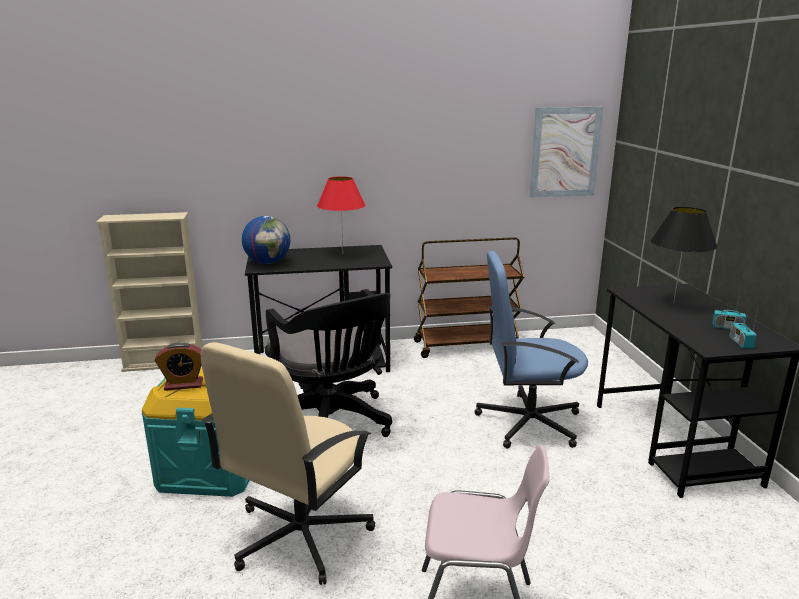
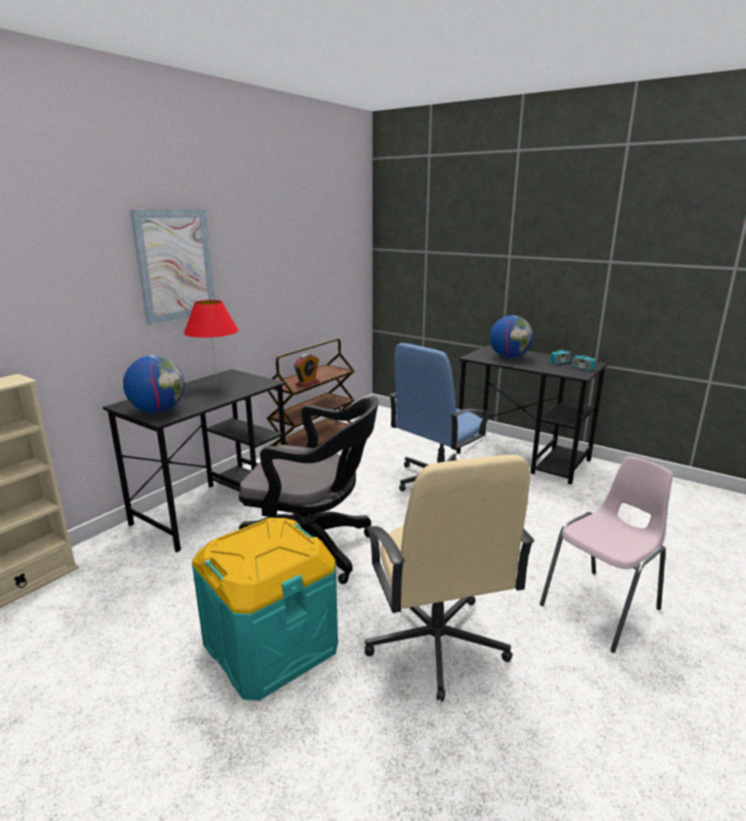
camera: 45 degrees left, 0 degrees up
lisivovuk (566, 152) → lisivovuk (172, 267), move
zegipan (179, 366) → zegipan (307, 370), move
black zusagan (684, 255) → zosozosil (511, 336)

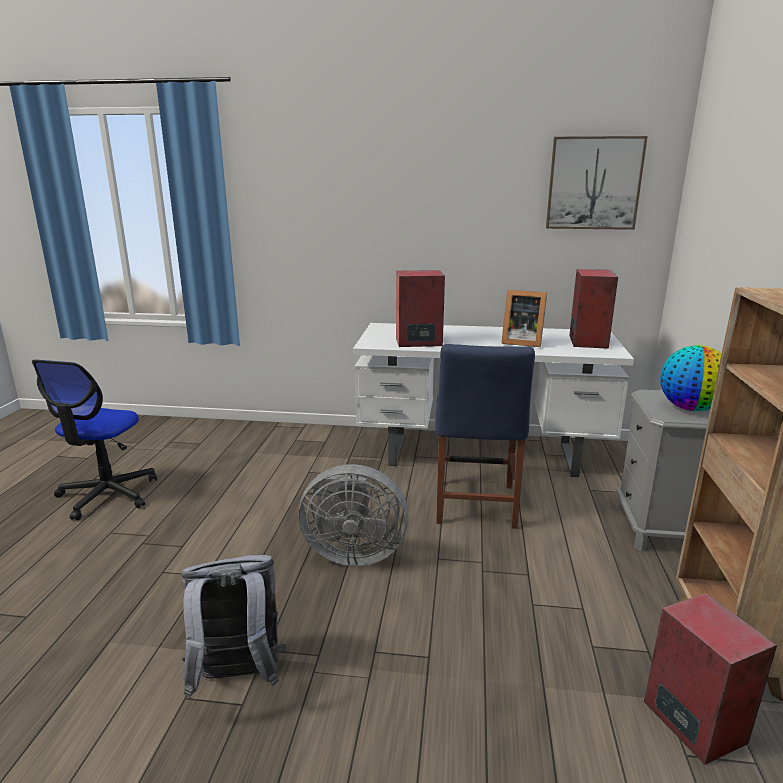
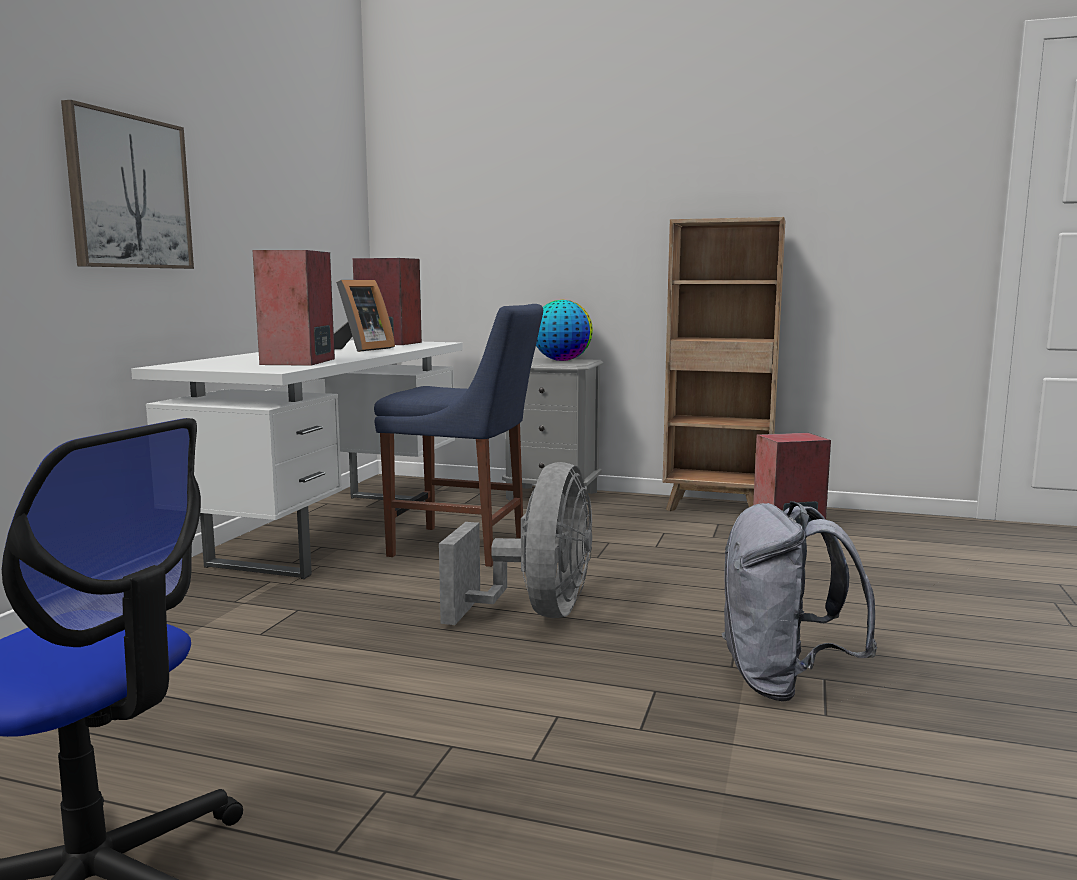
camera: 80 degrees left, 10 degrees down
lisivovuk (597, 183) → lisivovuk (127, 184), move

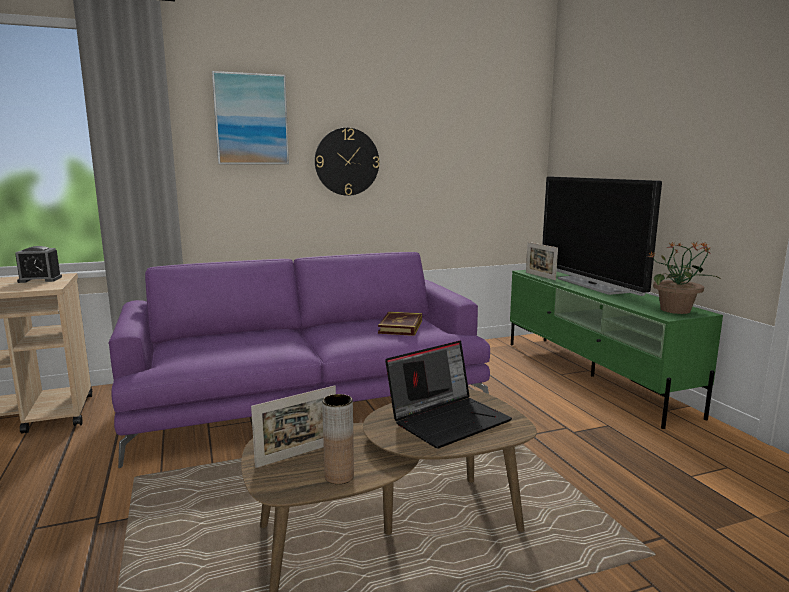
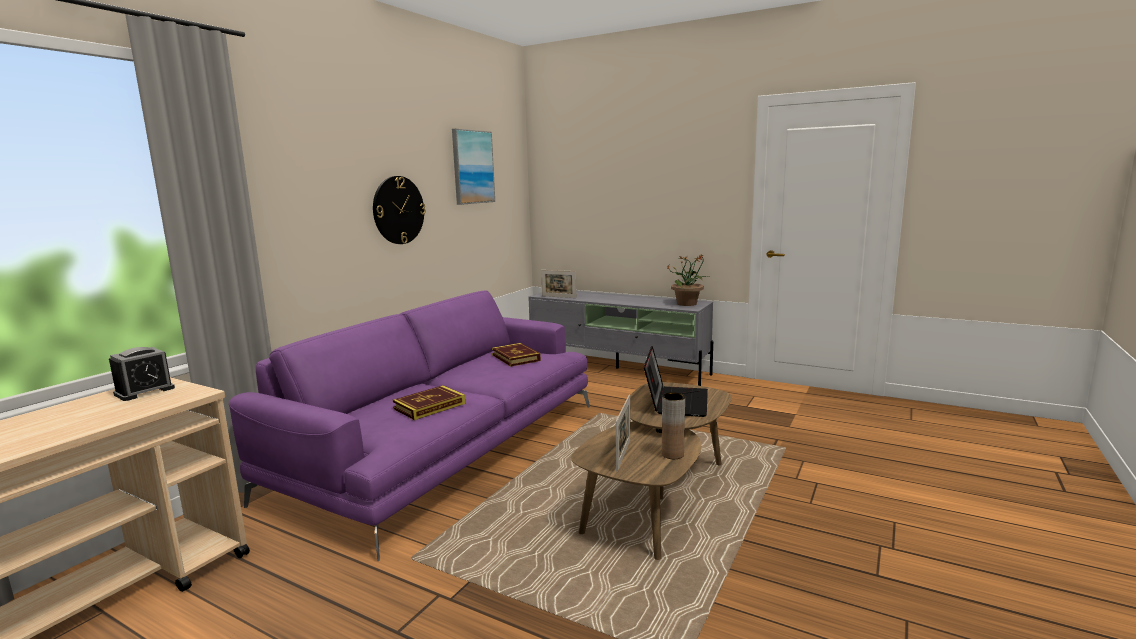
camera: 40 degrees left, 0 degrees up
- → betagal (429, 402)
lisivovuk (250, 117) → lisivovuk (473, 167), move
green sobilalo (616, 349) → grey sobilalo (620, 338)
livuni (602, 236) → -

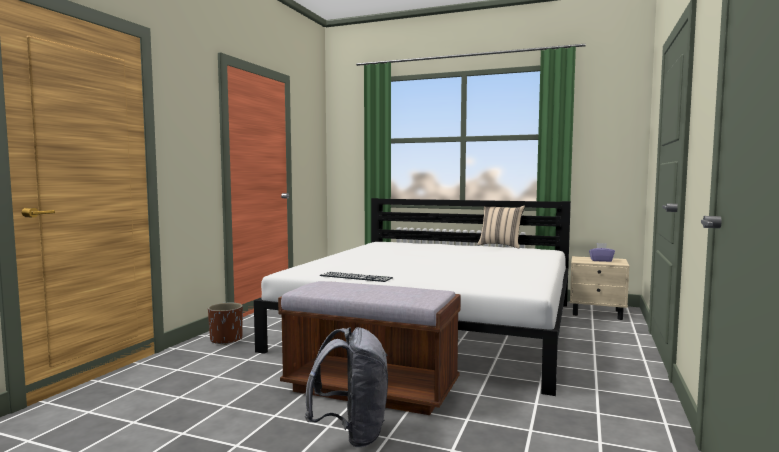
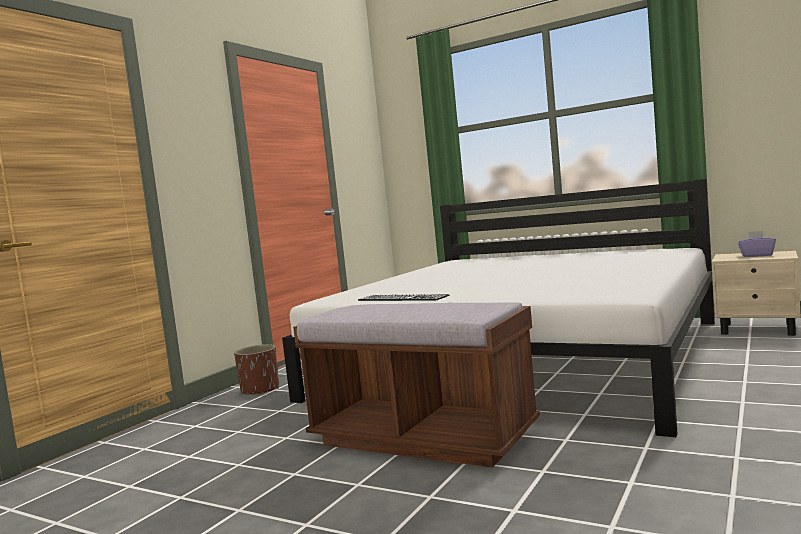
camera: 10 degrees right, 0 degrees up
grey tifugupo (346, 387) → -
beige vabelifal (501, 227) → -

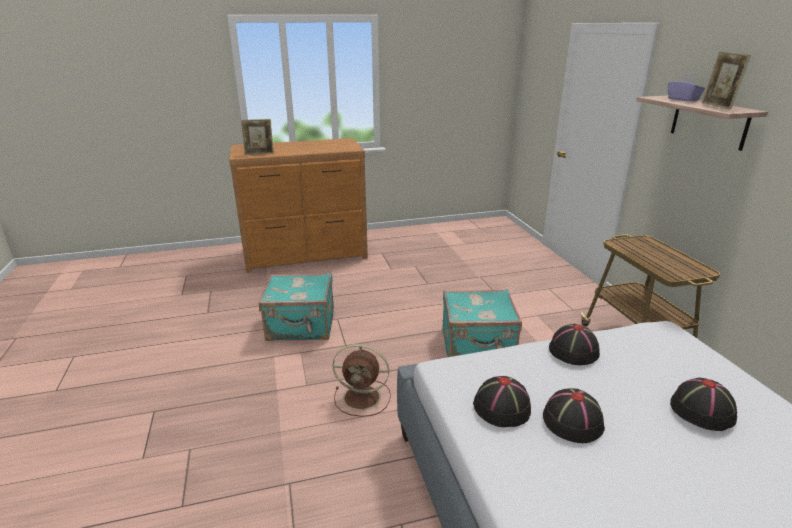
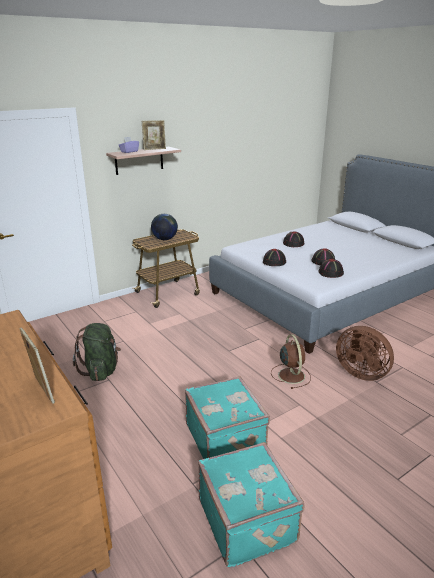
camera: 110 degrees left, 0 degrees up
- → green tifugupo (97, 352)
- → zosozosil (164, 227)
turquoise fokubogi (482, 323) → turquoise fokubogi (251, 505), move
- → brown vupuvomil (365, 353)

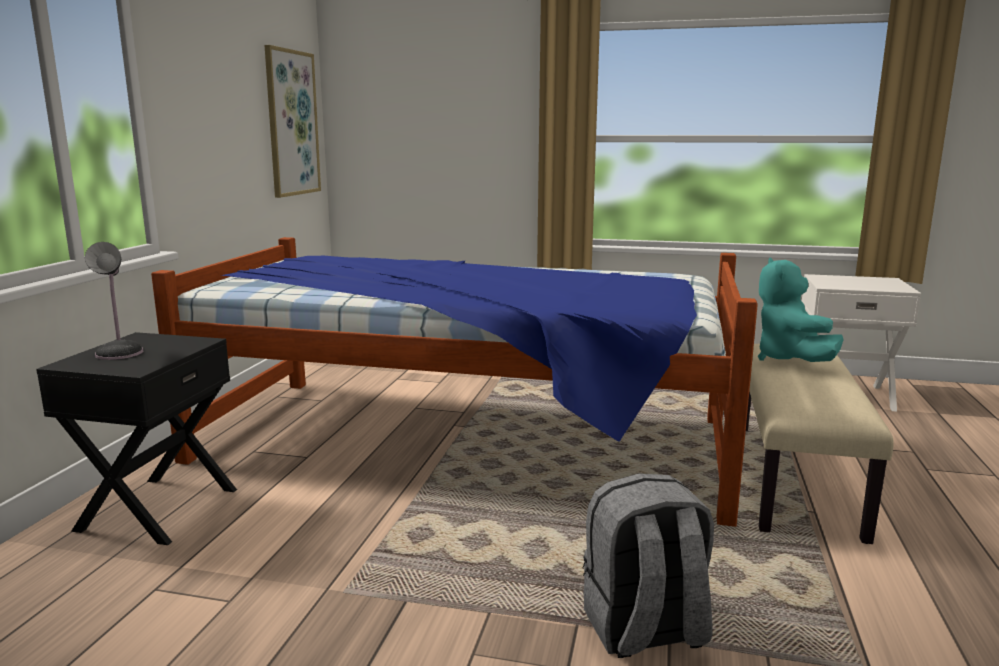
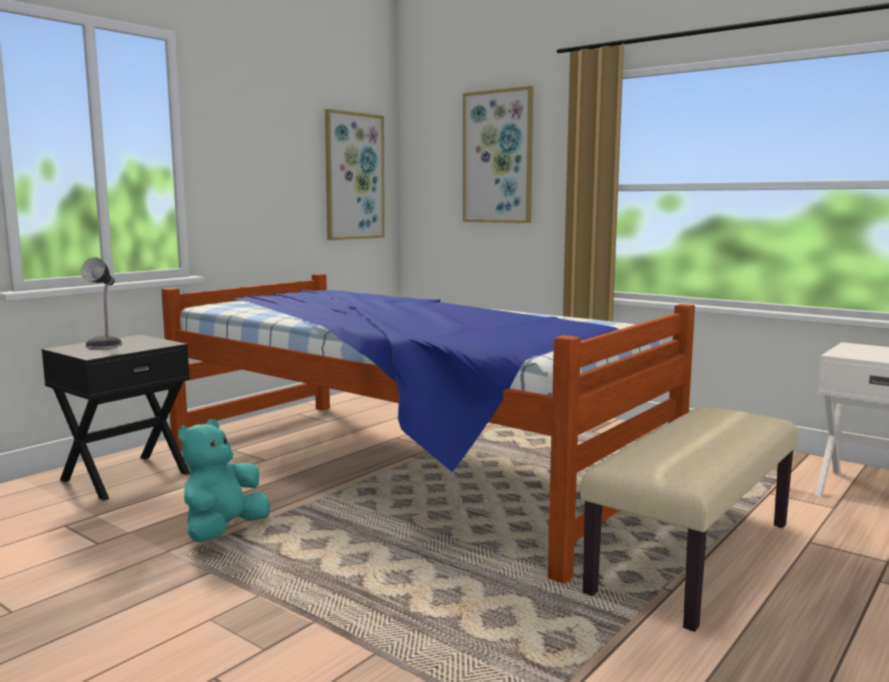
camera: 25 degrees right, 5 degrees down
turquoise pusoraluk (801, 309) → turquoise pusoraluk (224, 480), move
- → lisivovuk (498, 154)
grey tifugupo (648, 565) → -

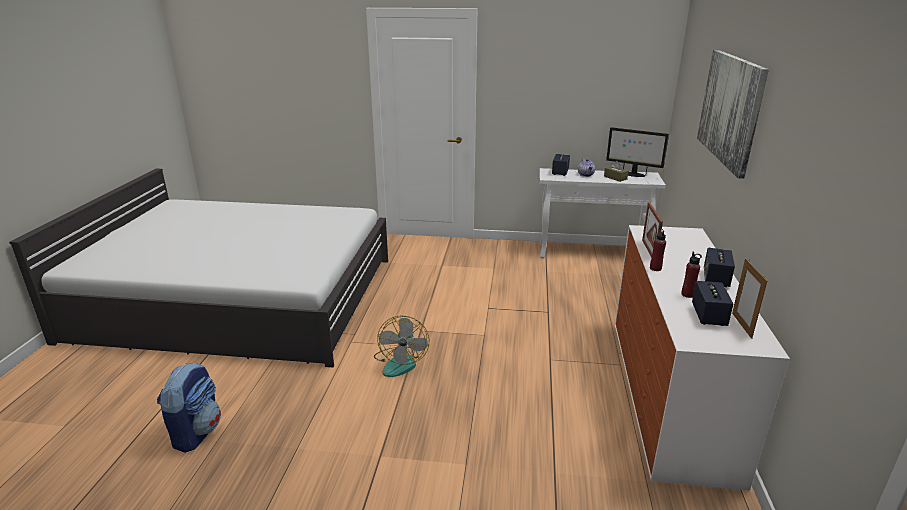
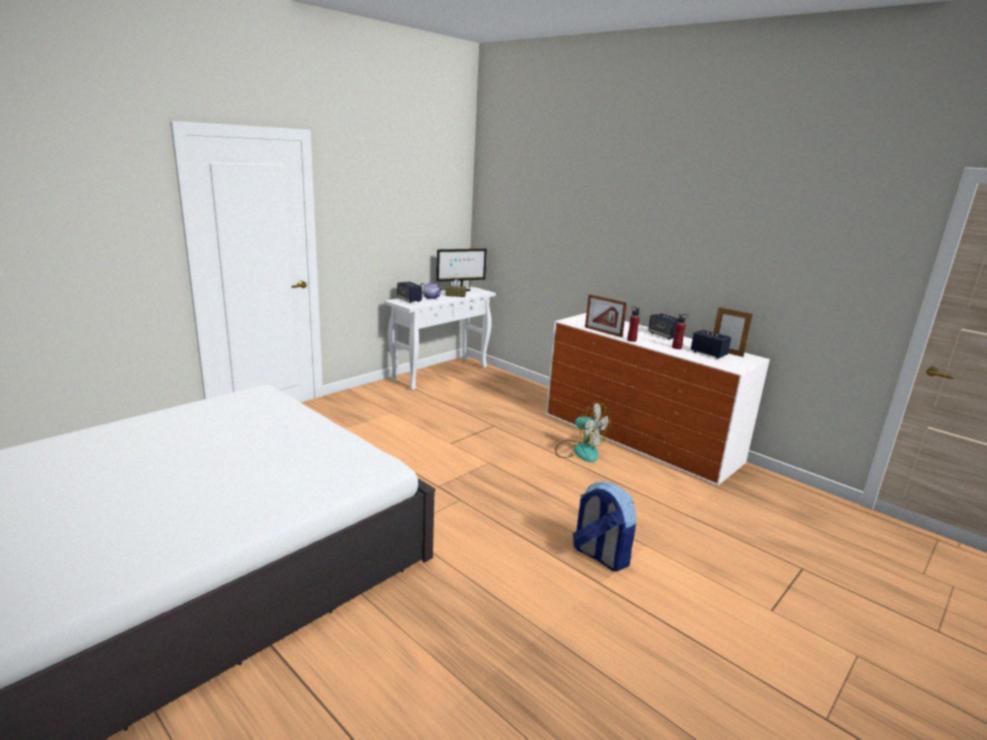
camera: 55 degrees left, 5 degrees down
vupuvomil (401, 346) → vupuvomil (583, 431), move
tifugupo (189, 408) → tifugupo (604, 526), move
lisivovuk (733, 114) → -

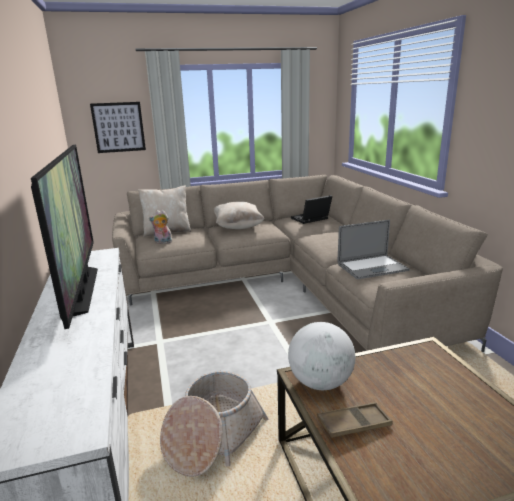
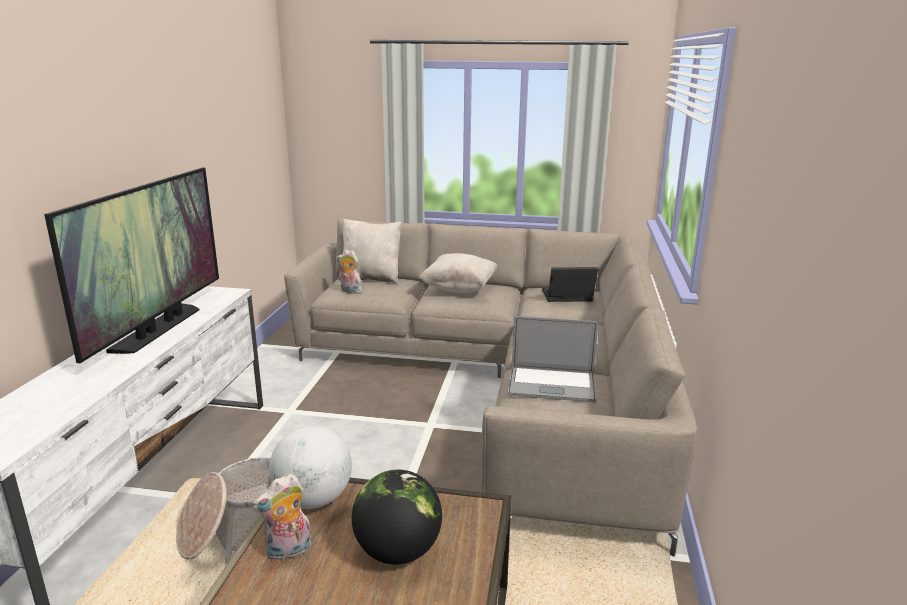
camera: 25 degrees right, 0 degrees up
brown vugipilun (355, 420) → pusoraluk (281, 517)
- → zosozosil (397, 517)
lisivovuk (118, 127) → -

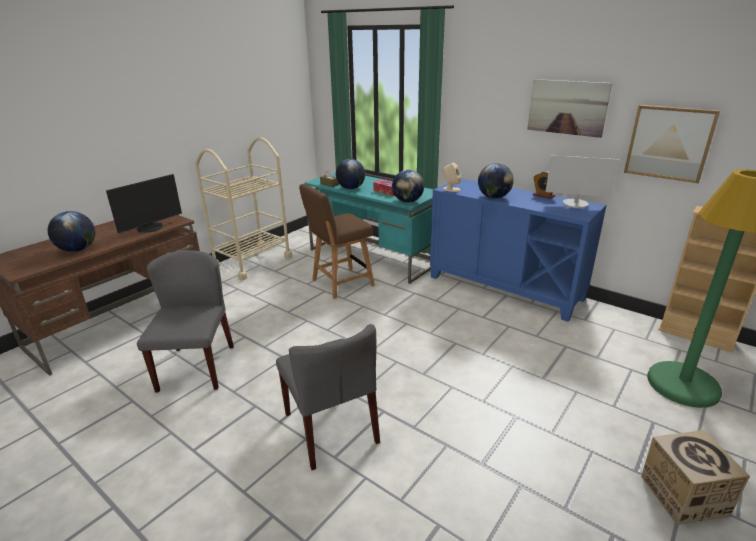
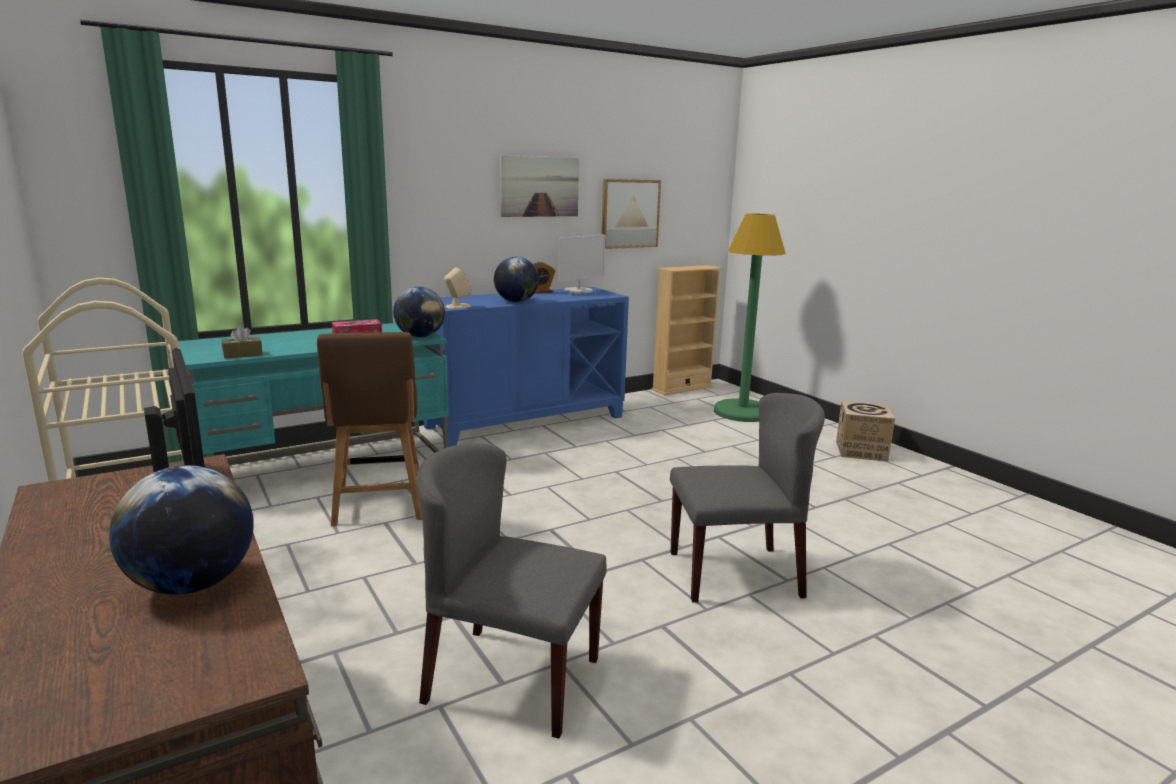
camera: 70 degrees left, 10 degrees down
zosozosil (350, 174) → -

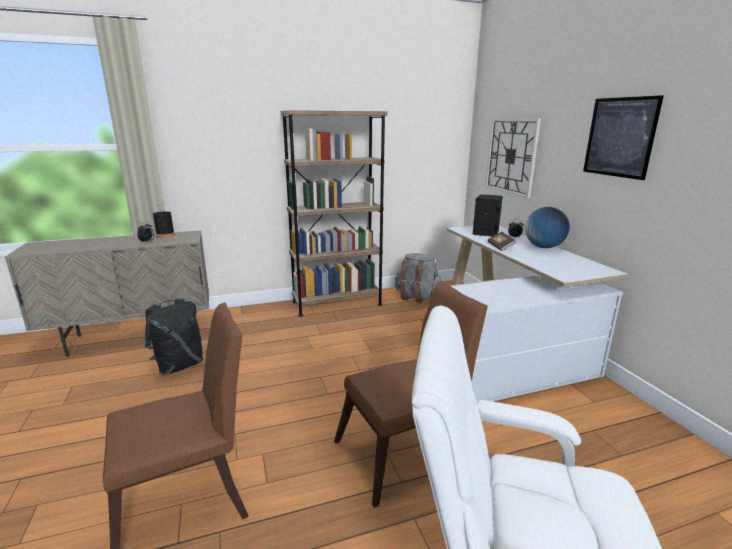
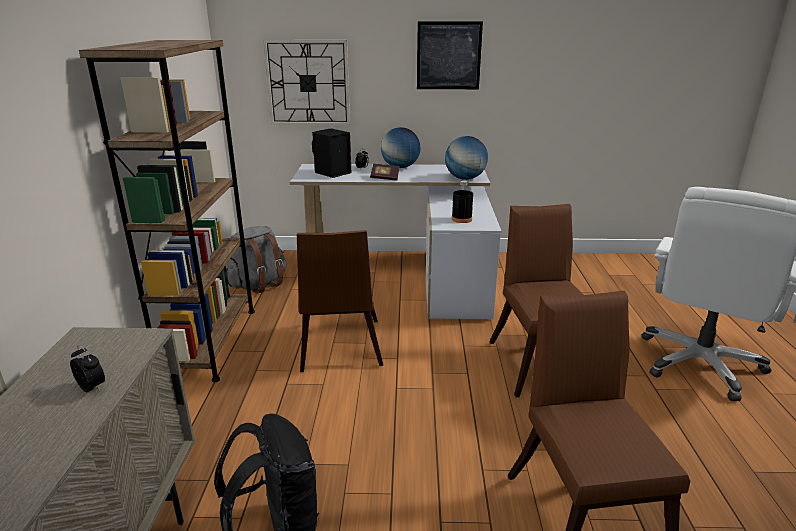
camera: 70 degrees left, 5 degrees up
- → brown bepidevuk (340, 301)
- → zosozosil (466, 158)
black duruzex (164, 220) → black duruzex (462, 202), move

